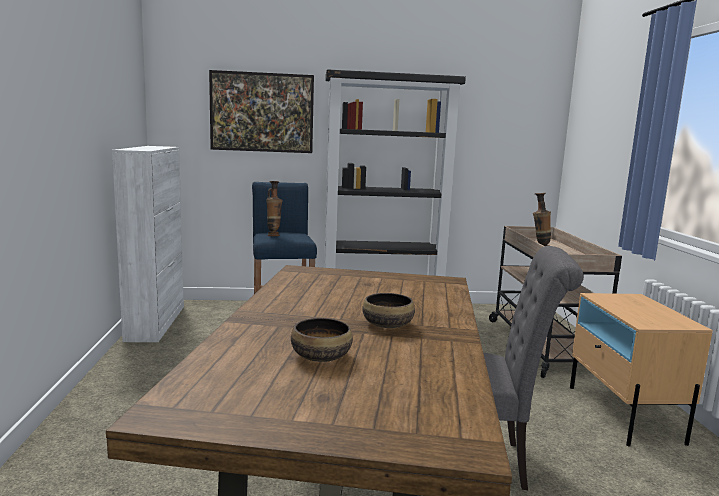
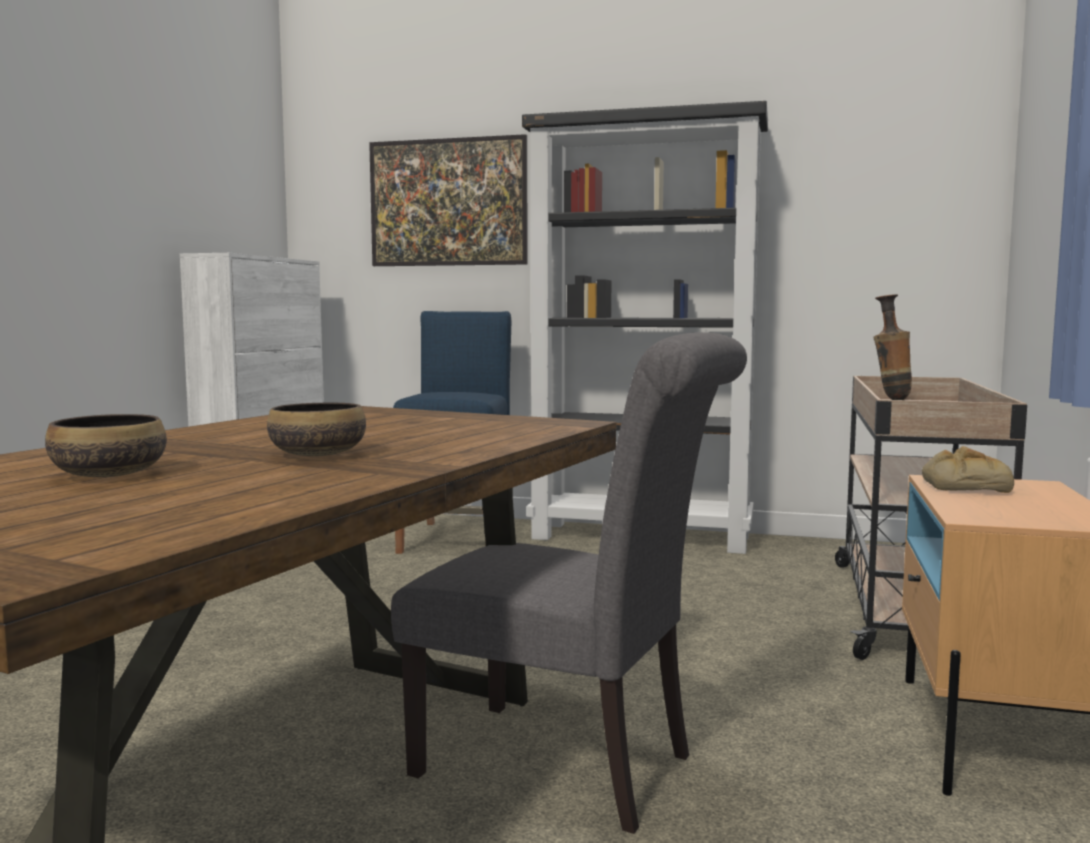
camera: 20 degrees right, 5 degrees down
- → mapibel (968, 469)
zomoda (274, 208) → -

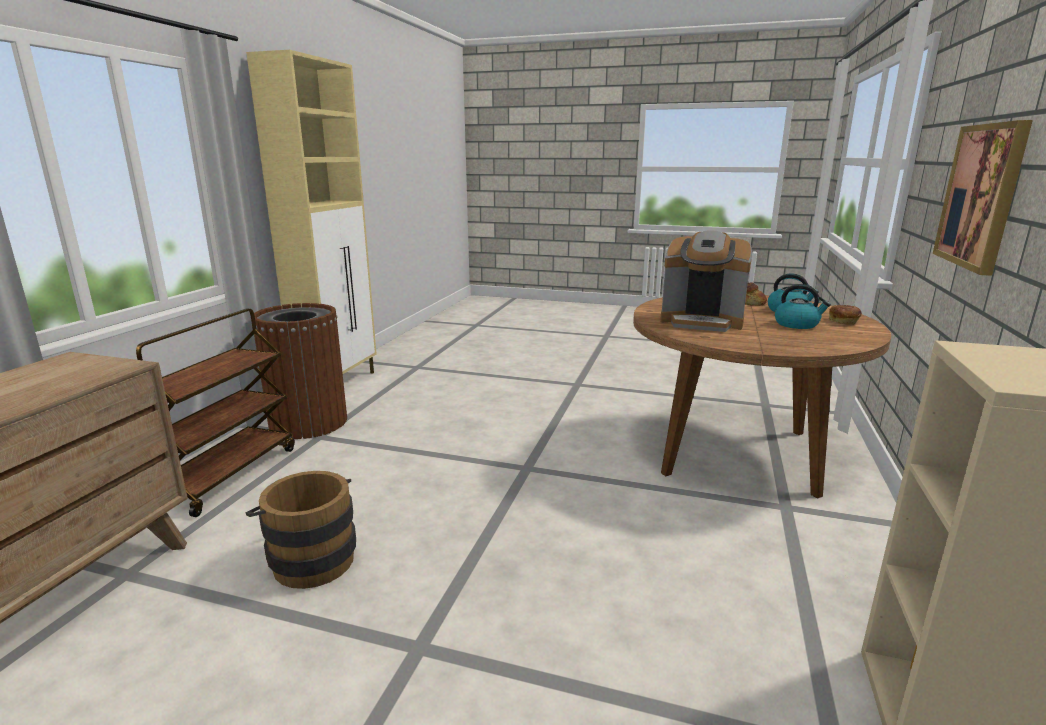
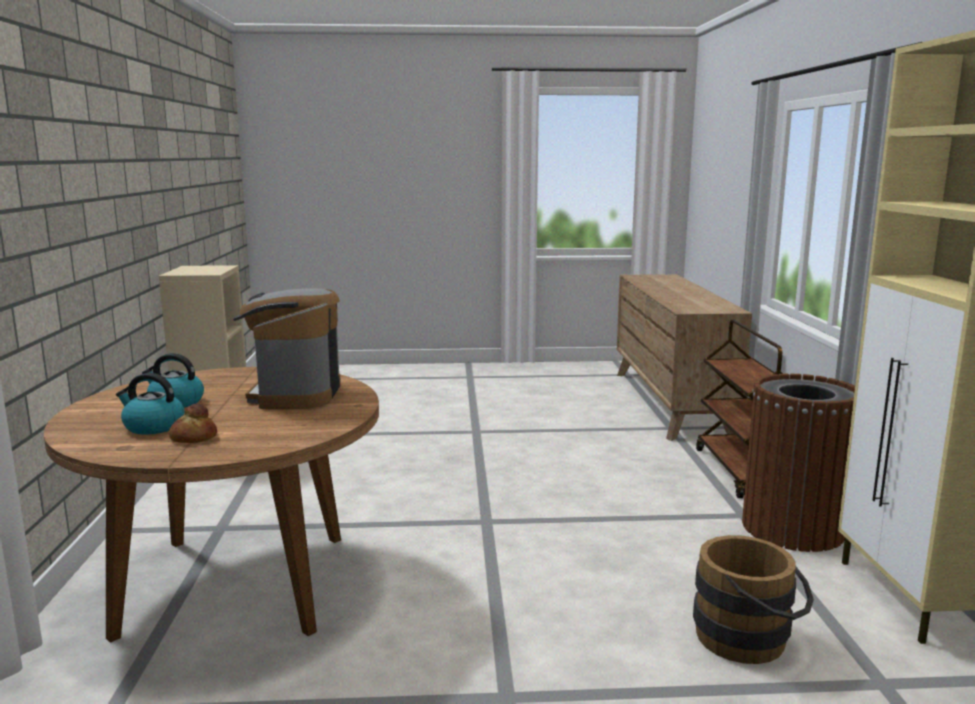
camera: 160 degrees right, 5 degrees down
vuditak (706, 281) → vuditak (287, 348), 90 degrees counterclockwise
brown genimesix (300, 530) → brown genimesix (753, 599), move
mapibel (845, 314) → -
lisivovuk (983, 198) → -

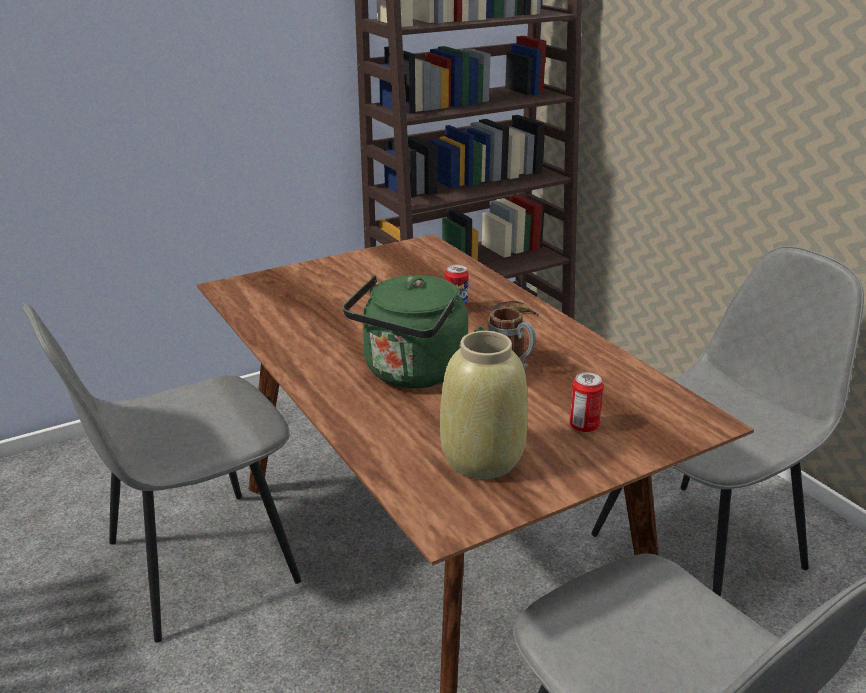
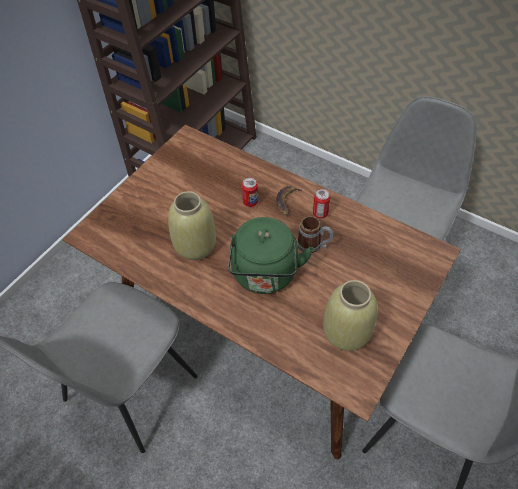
camera: 25 degrees left, 25 degrees up
- → beige zomoda (192, 225)
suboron (586, 402) → suboron (321, 204), move

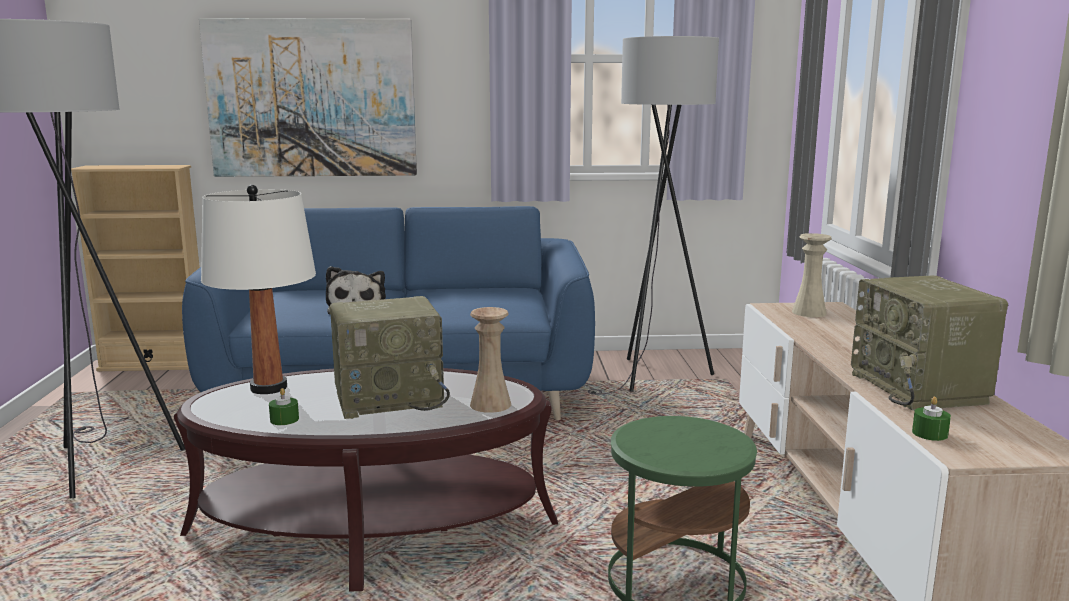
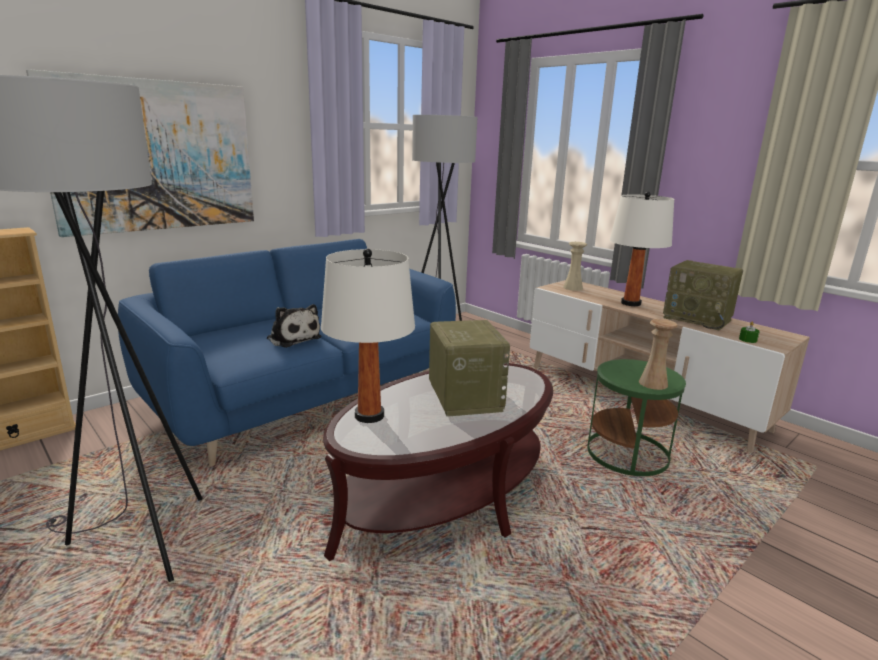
camera: 40 degrees left, 5 degrees up
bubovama (389, 357) → bubovama (469, 368), 45 degrees counterclockwise
- → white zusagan (642, 249)
beige zomoda (490, 360) → beige zomoda (658, 354), move
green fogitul (284, 406) → -

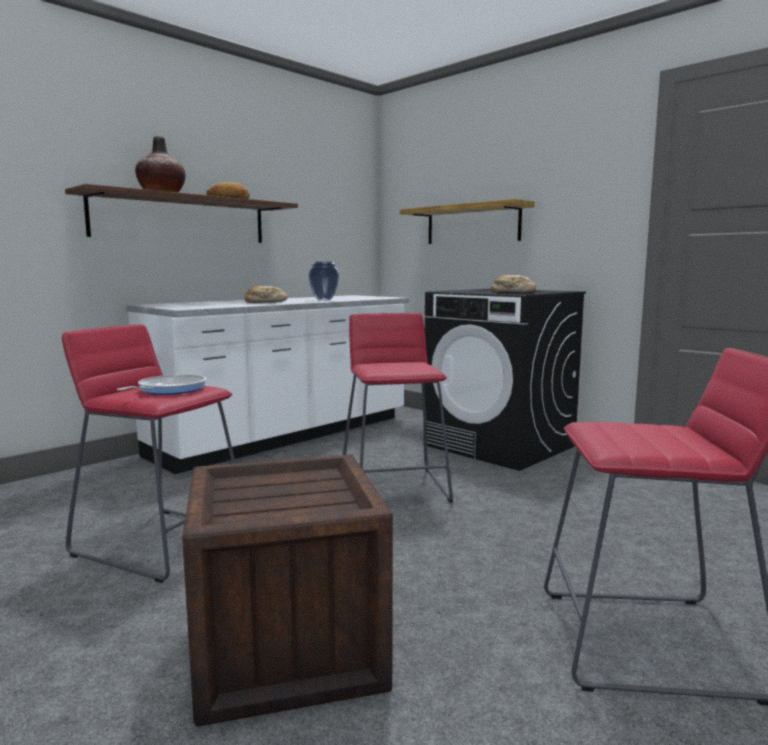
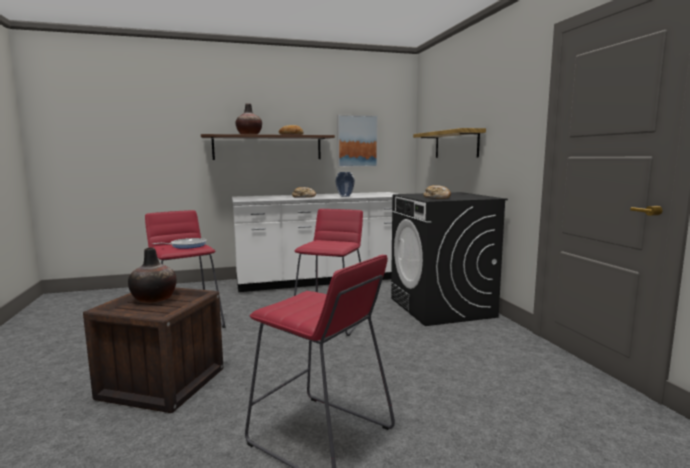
camera: 30 degrees right, 0 degrees up
- → zomoda (152, 275)
- → lisivovuk (357, 141)

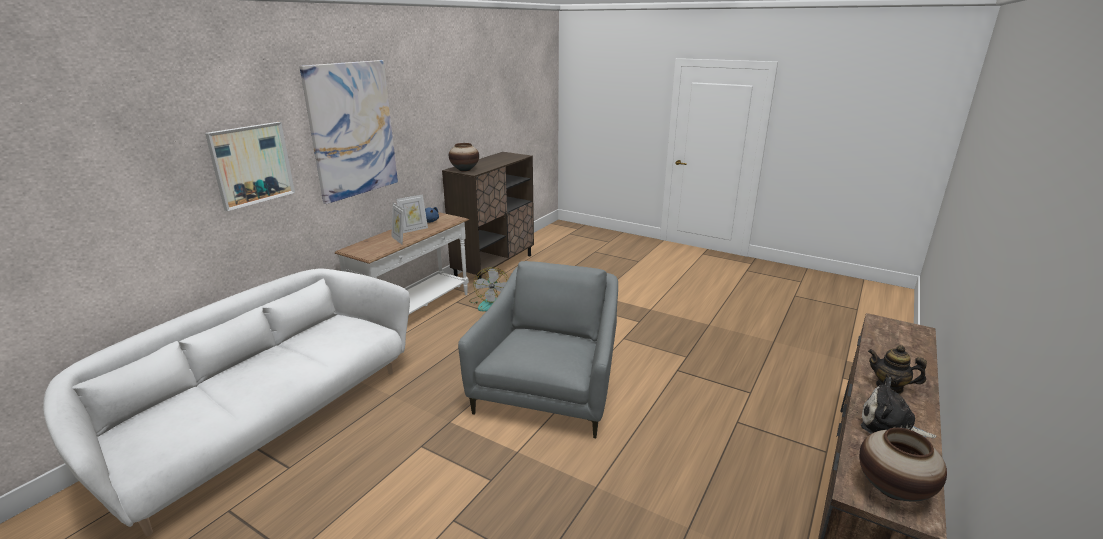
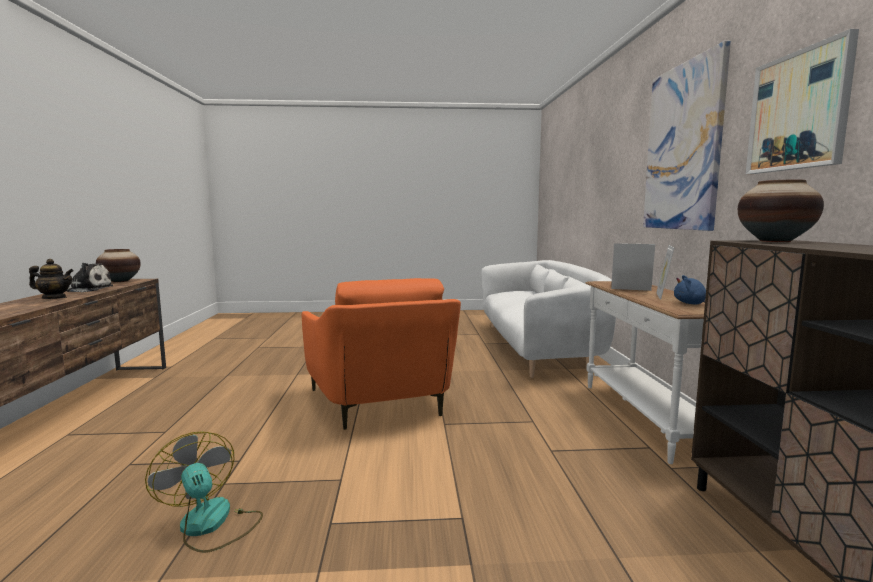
camera: 145 degrees right, 15 degrees down
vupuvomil (489, 289) → vupuvomil (204, 492), move
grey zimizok (538, 349) → orange zimizok (381, 354)
lisivovuk (250, 166) → lisivovuk (802, 101), move

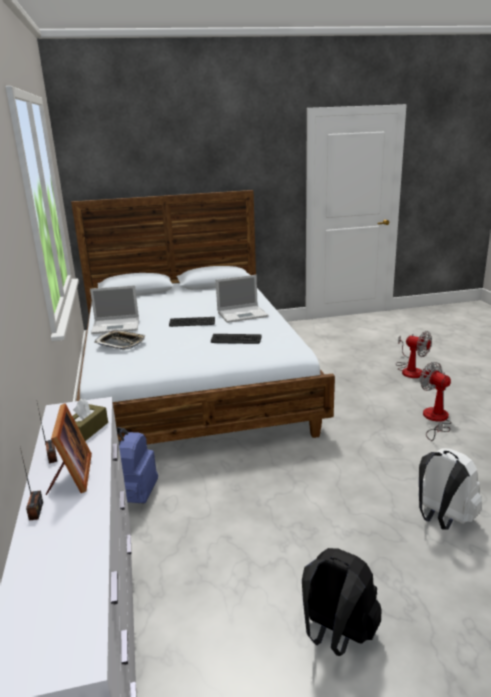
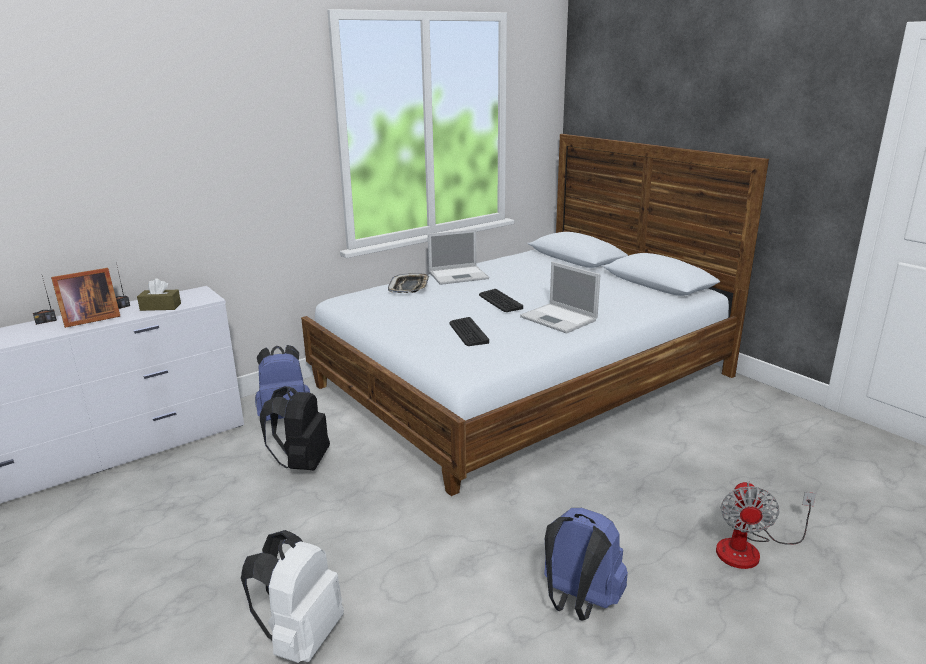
camera: 65 degrees right, 0 degrees up
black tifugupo (342, 602) → black tifugupo (295, 428), move
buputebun (114, 309) → buputebun (458, 257), 75 degrees counterclockwise
vupuvomil (436, 401) → blue tifugupo (586, 564)

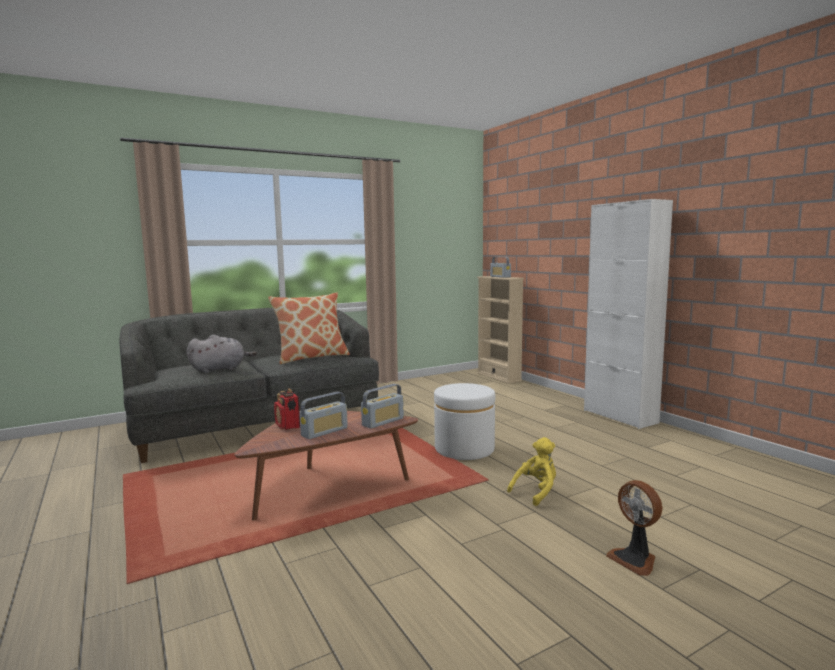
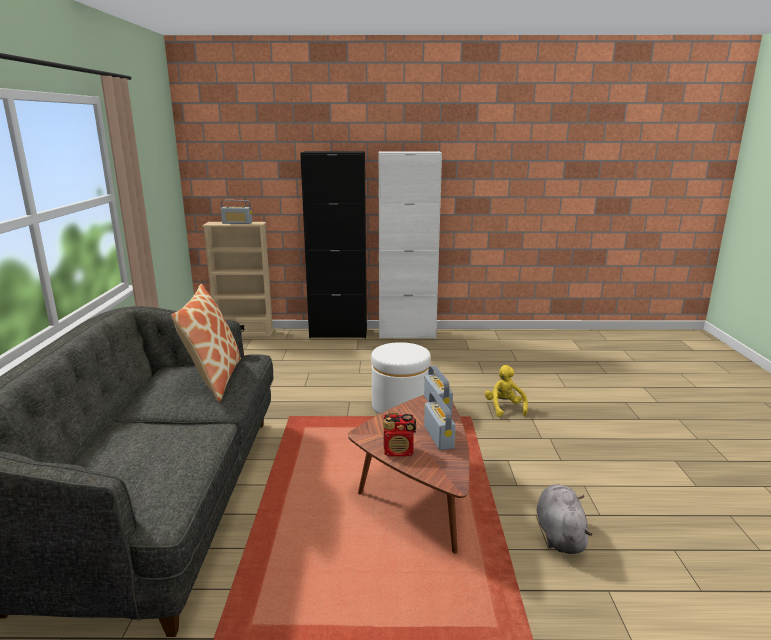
camera: 60 degrees left, 10 degrees up
- → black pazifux (333, 244)
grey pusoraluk (222, 354) → grey pusoraluk (564, 519), move
vupuvomil (634, 528) → -

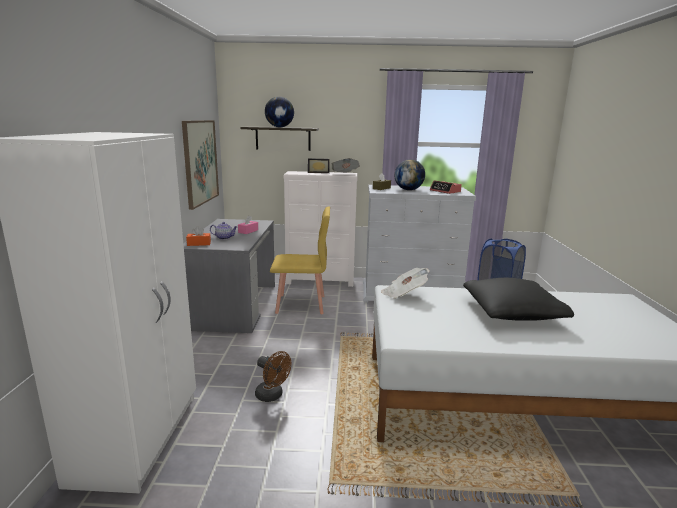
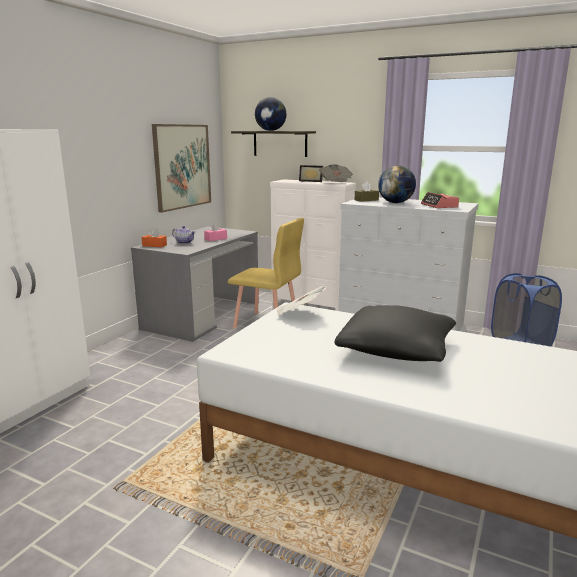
camera: 25 degrees right, 0 degrees up
brown vupuvomil (273, 376) → -

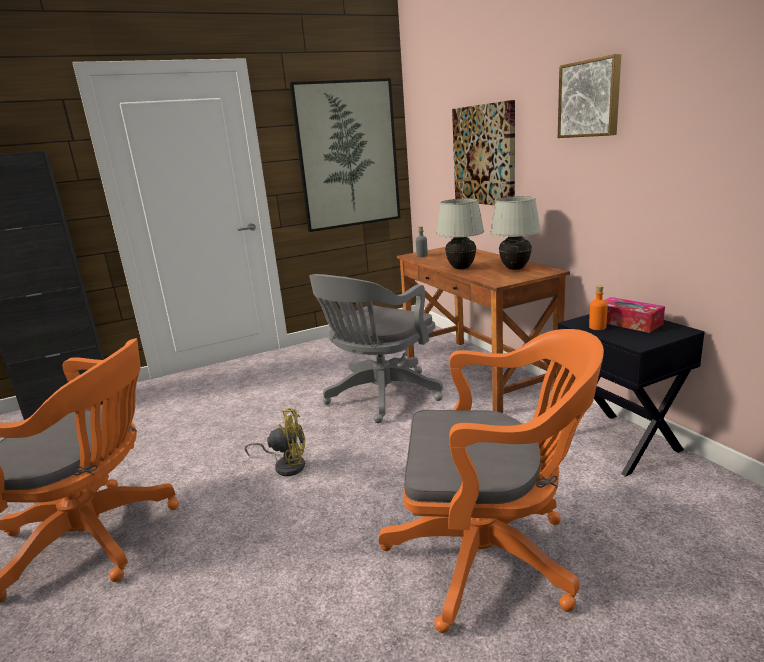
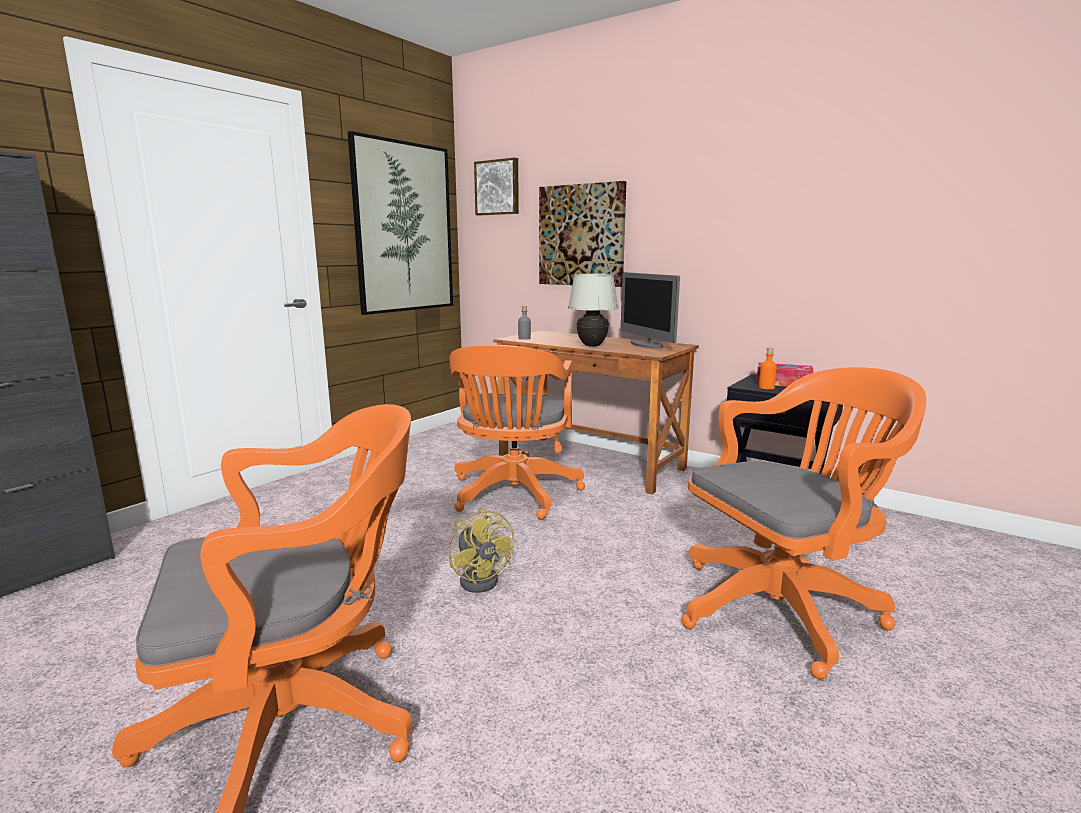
camera: 30 degrees left, 5 degrees down
yellow vupuvomil (274, 442) → yellow vupuvomil (481, 550), 90 degrees clockwise
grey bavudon (376, 348) → orange bavudon (517, 432)
lisivovuk (590, 96) → lisivovuk (496, 186), move
white zusagan (515, 233) → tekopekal (650, 310)

